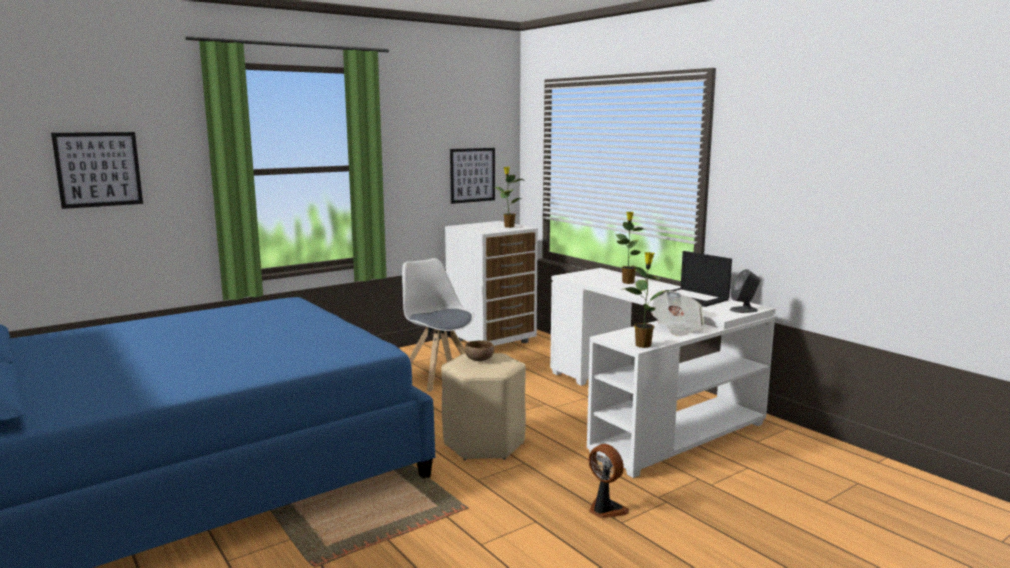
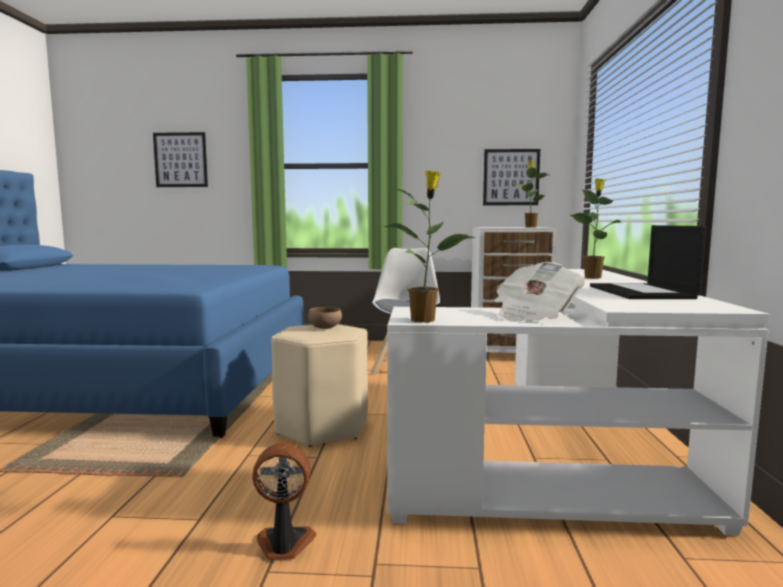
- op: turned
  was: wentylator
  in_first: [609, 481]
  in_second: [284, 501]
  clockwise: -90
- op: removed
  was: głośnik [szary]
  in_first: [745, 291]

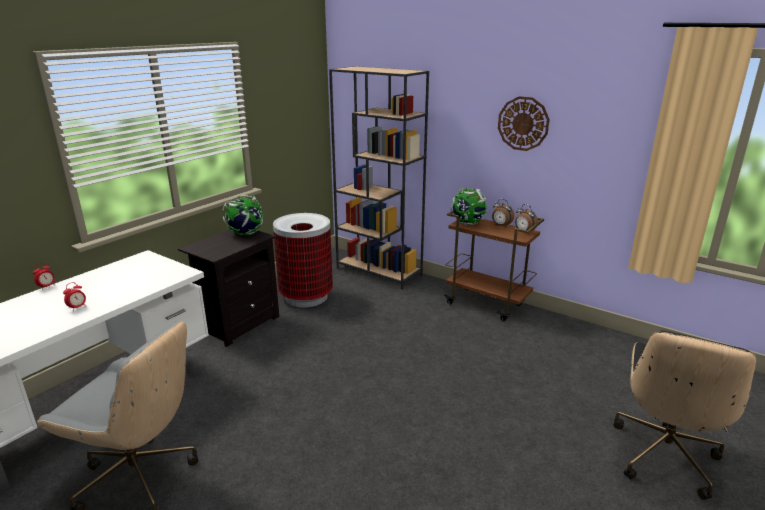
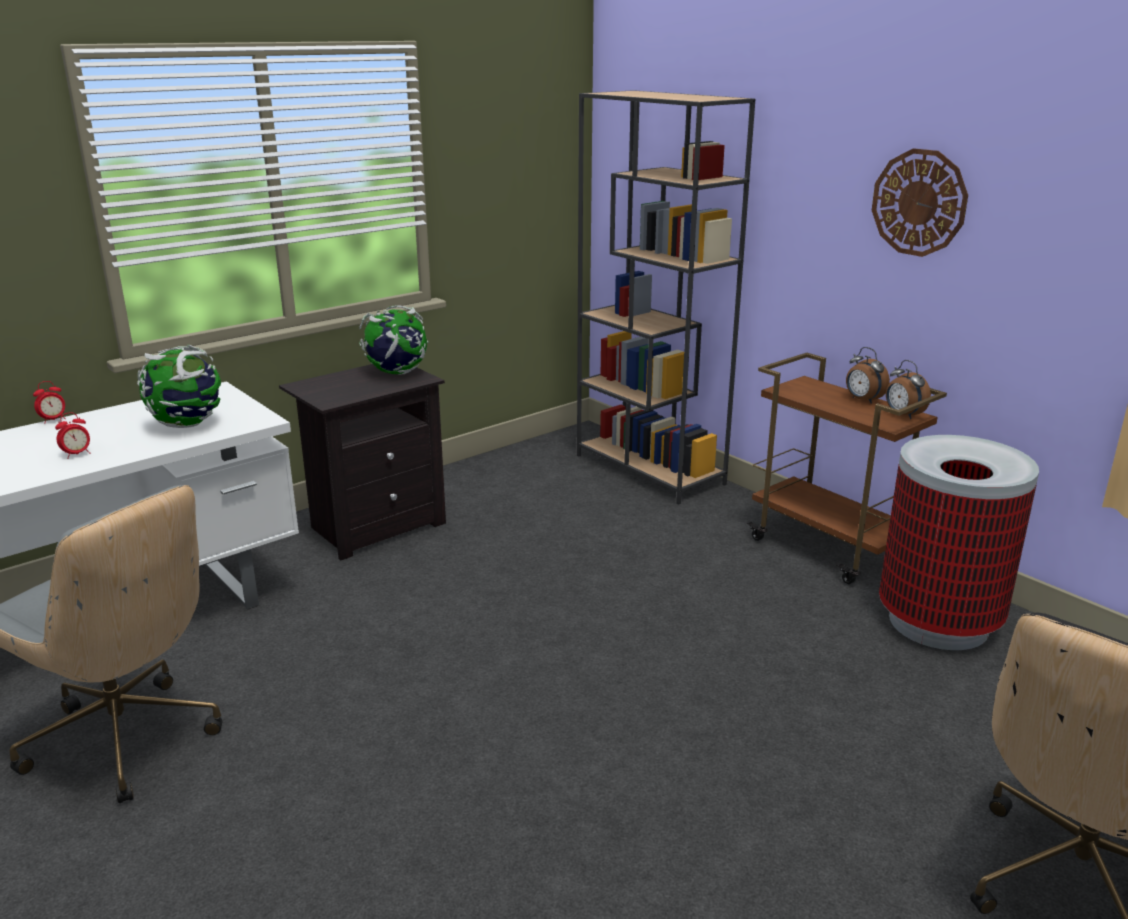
- op: moved
  was: kosz na śmieci
  in_first: [303, 260]
  in_second: [959, 542]
- op: moved
  was: globus
  in_first: [469, 206]
  in_second: [179, 386]

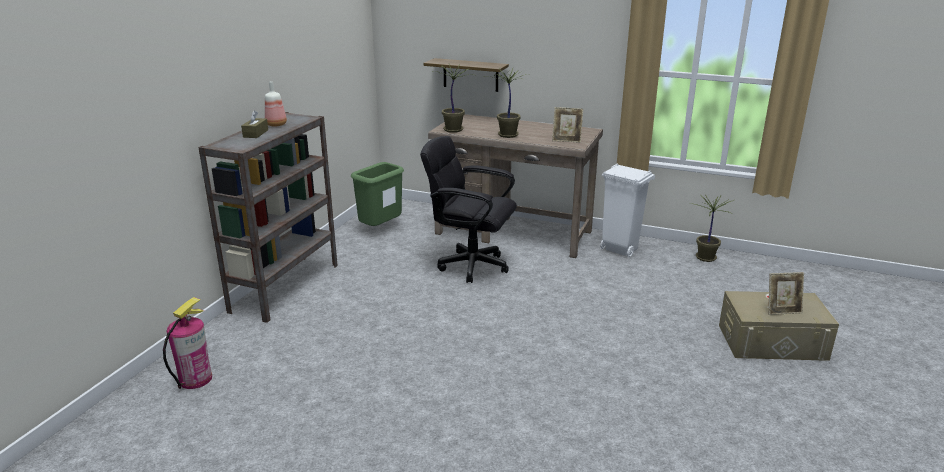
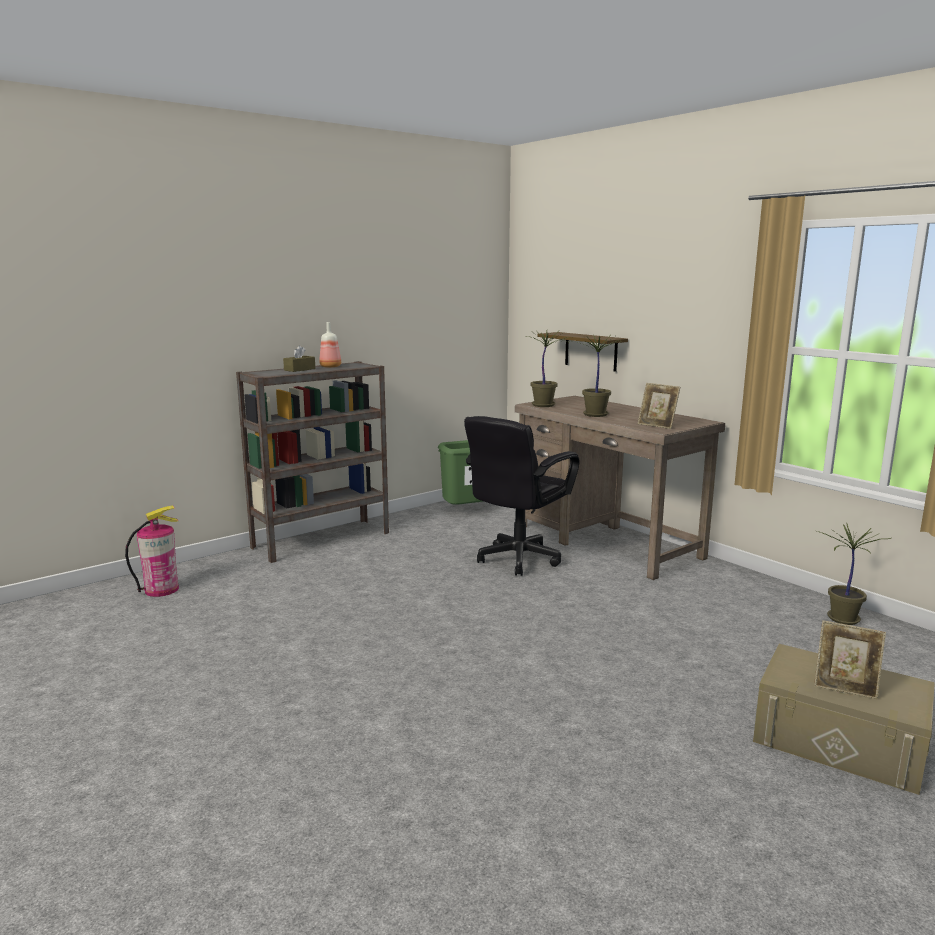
- op: turned
  was: krzesło biurowe [czarny]
  in_first: [468, 209]
  in_second: [521, 496]
  clockwise: -105
- op: removed
  was: kosz na śmieci [biały]
  in_first: [627, 210]

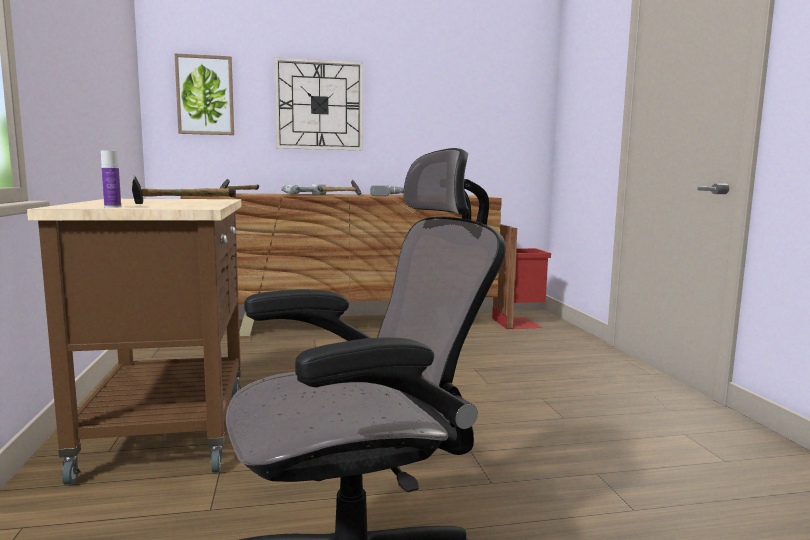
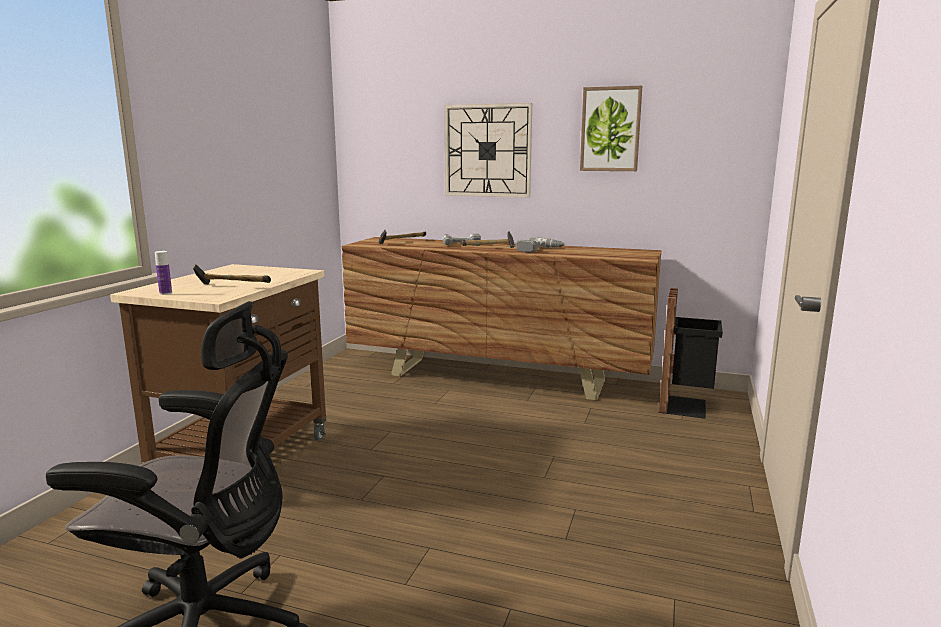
- op: moved
  was: obraz
  in_first: [204, 94]
  in_second: [611, 128]
- op: recoloured
  was: kosz na śmieci [czerwony]
  now: kosz na śmieci [czarny]
  in_first: [521, 276]
  in_second: [690, 353]

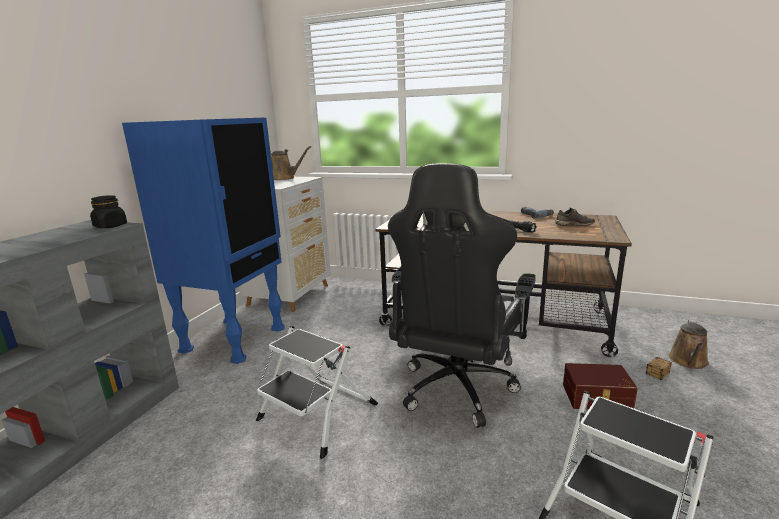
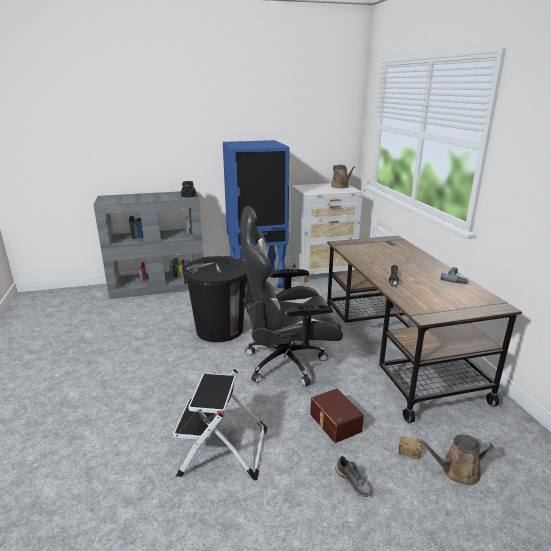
- op: replaced
  was: drabinka
  now: kosz na śmieci [czarny]
  in_first: [317, 392]
  in_second: [215, 299]
- op: moved
  was: but [szary]
  in_first: [575, 217]
  in_second: [353, 476]

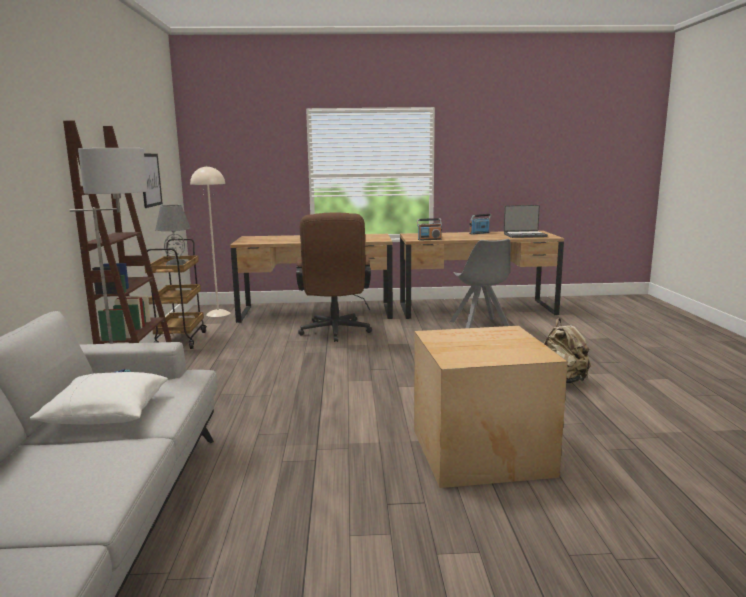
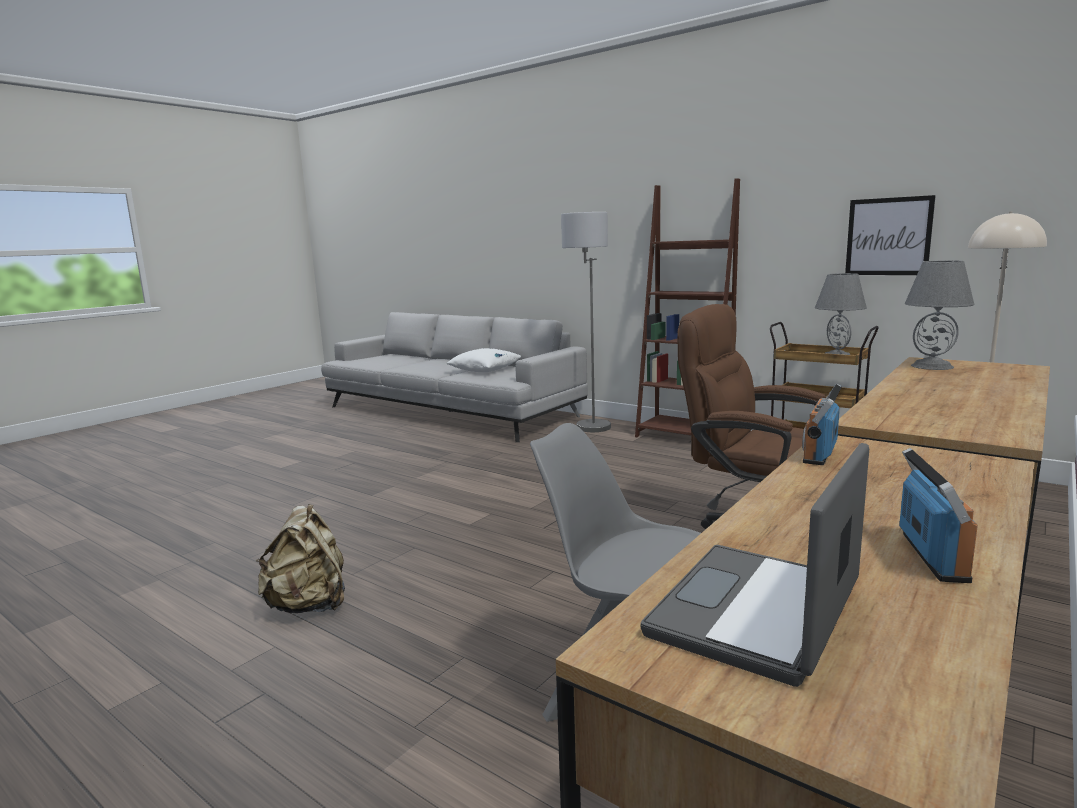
- op: removed
  was: karton
  in_first: [491, 407]
- op: added
  now: lampa stołowa [szary]
  in_second: [940, 315]

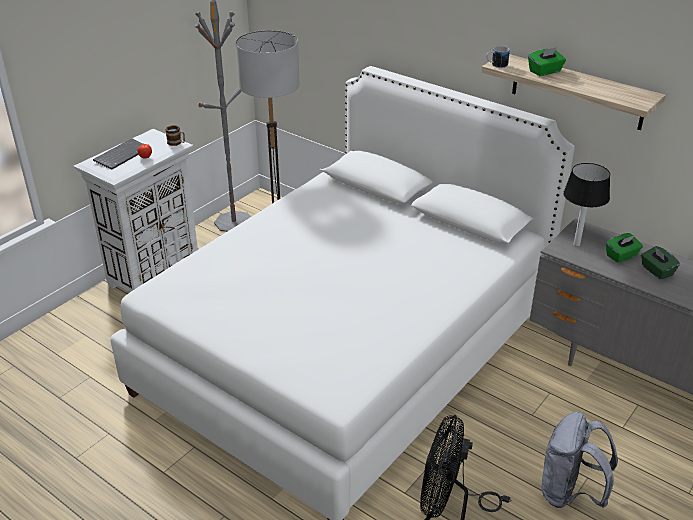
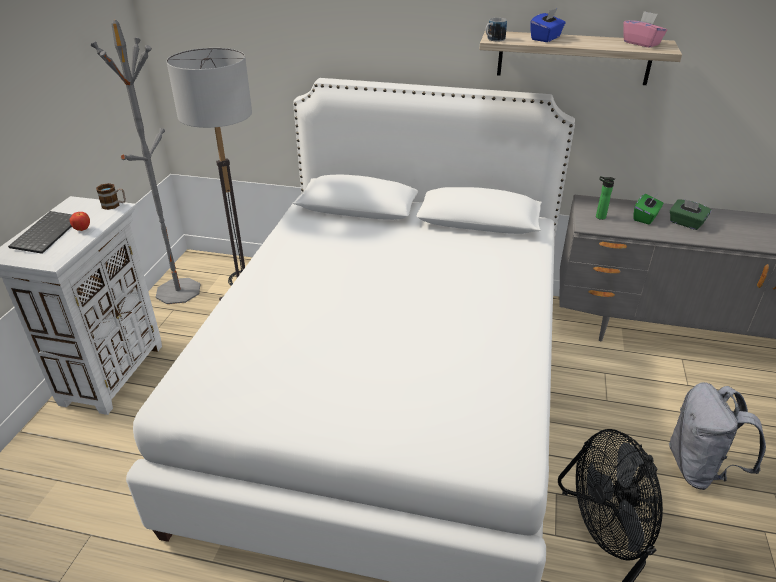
- op: recoloured
  was: pudełko chusteczek [zielony]
  now: pudełko chusteczek [niebieski]
  in_first: [547, 61]
  in_second: [548, 25]
- op: replaced
  was: lampa stołowa
  now: butelka
  in_first: [586, 205]
  in_second: [605, 198]
- op: added
  now: pudełko chusteczek [różowy]
  in_second: [645, 29]

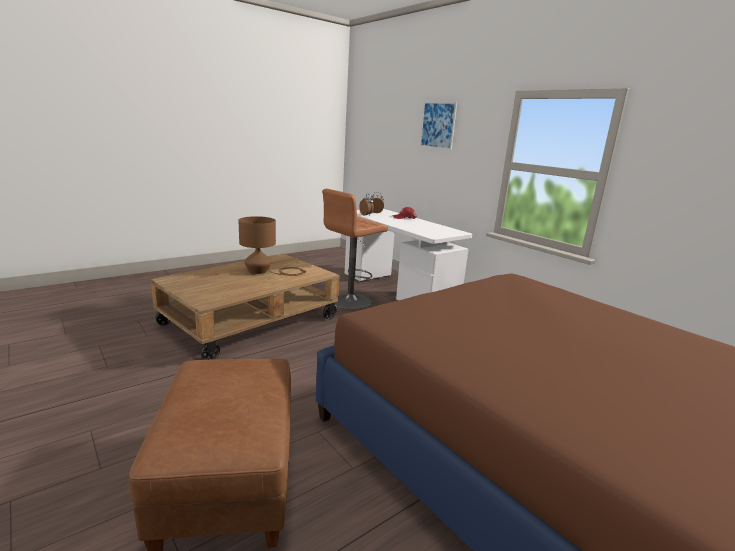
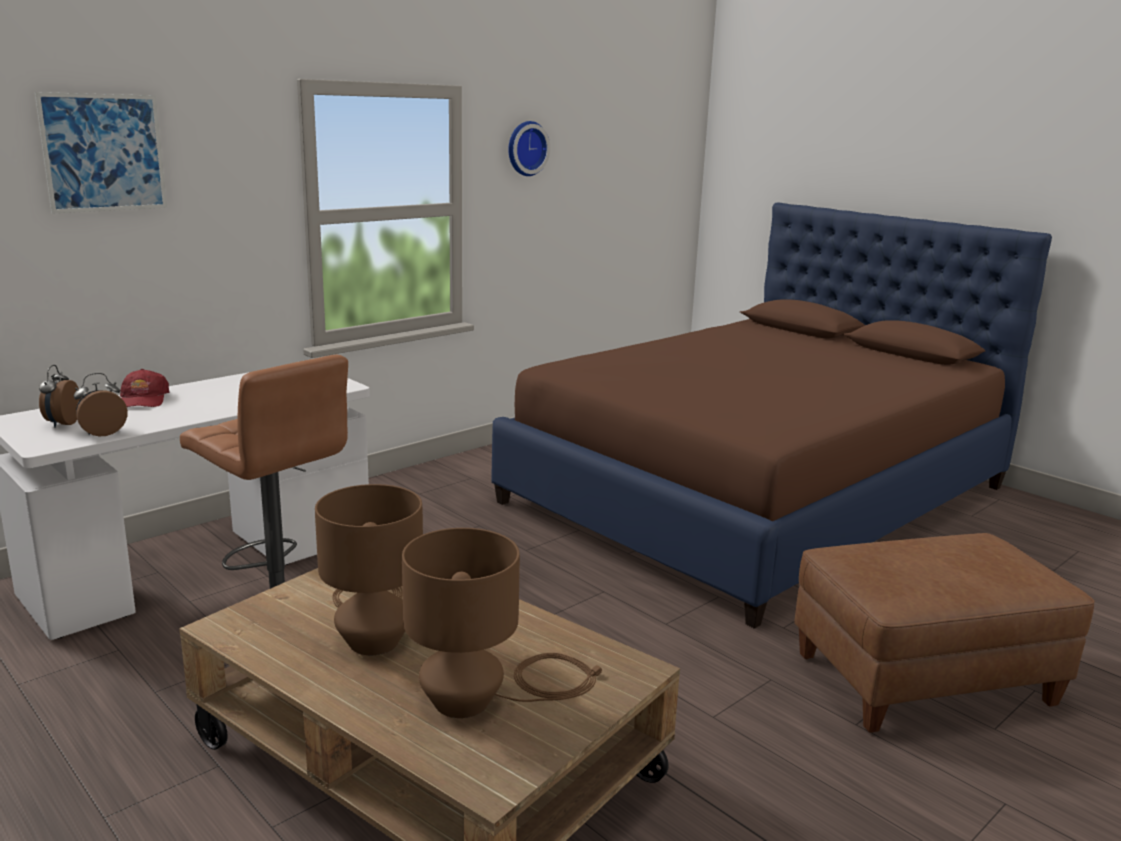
- op: added
  now: lampa stołowa [brązowy]
  in_second: [502, 623]
- op: added
  now: zegar ścienny
  in_second: [529, 148]

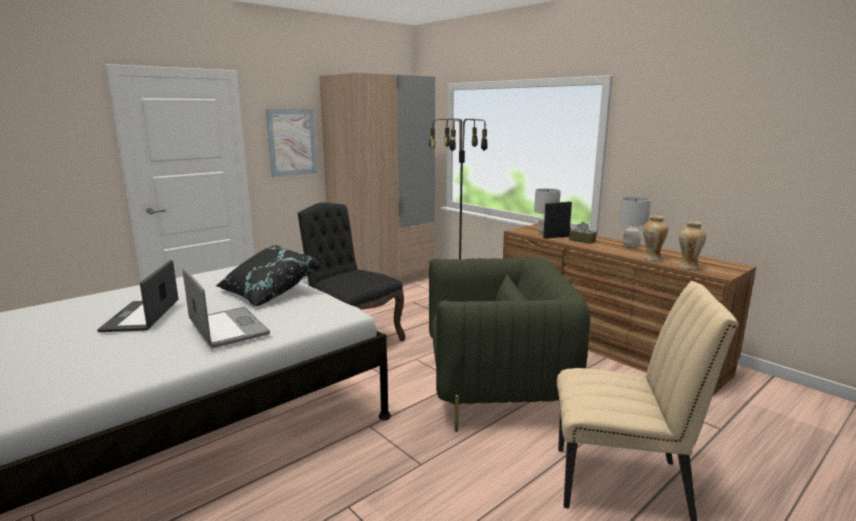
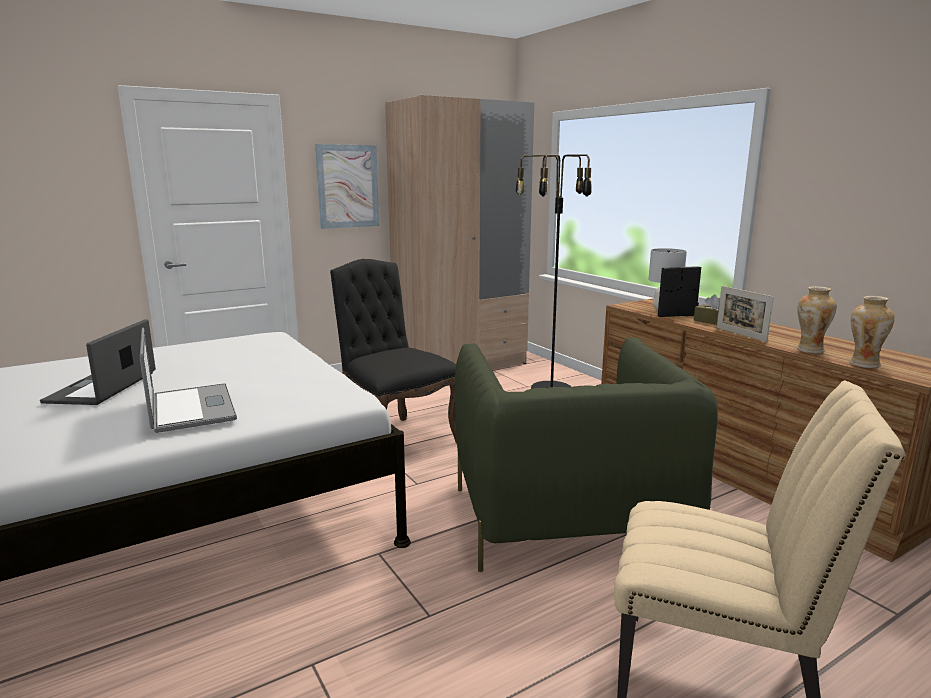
- op: removed
  was: poduszka [czarny]
  in_first: [268, 276]
- op: turned
  was: fotel [zielony]
  in_first: [509, 345]
  in_second: [586, 455]
  clockwise: 75
- op: removed
  was: lampa stołowa [szary]
  in_first: [635, 222]
- op: added
  now: ramka na zdjęcie
  in_second: [745, 314]

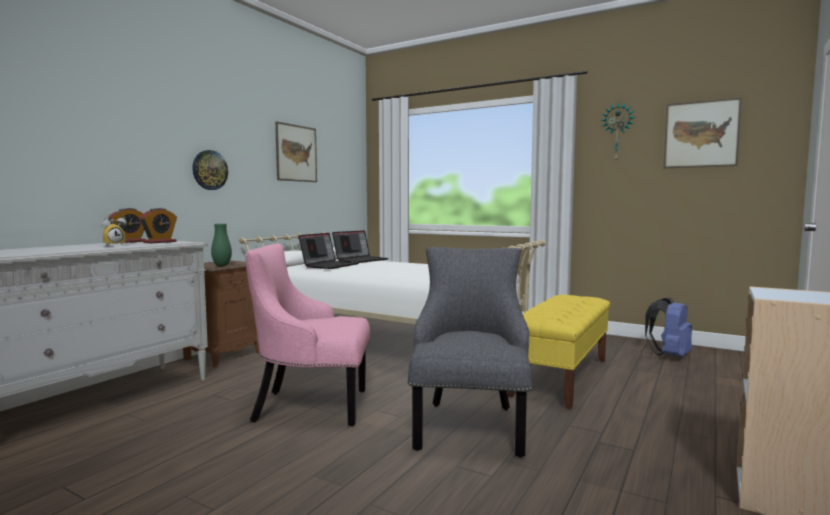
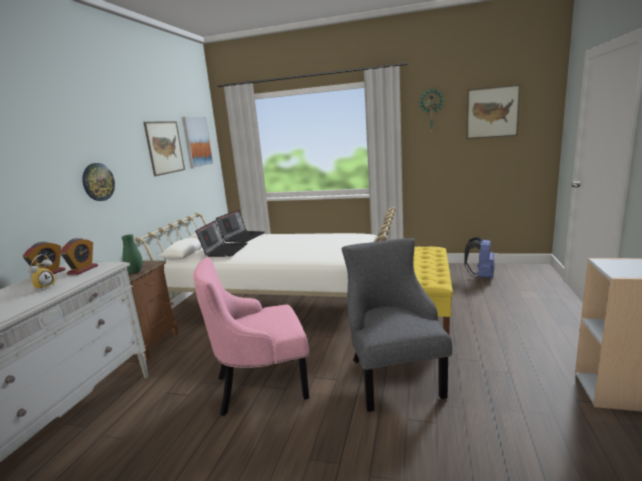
- op: added
  now: obraz
  in_second: [198, 143]

